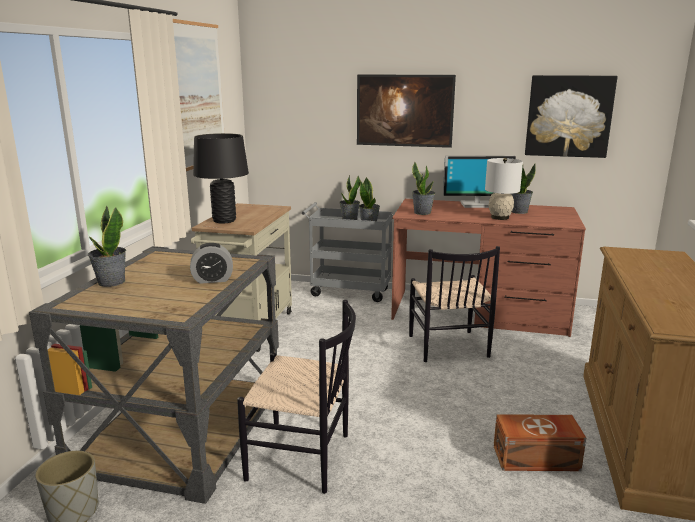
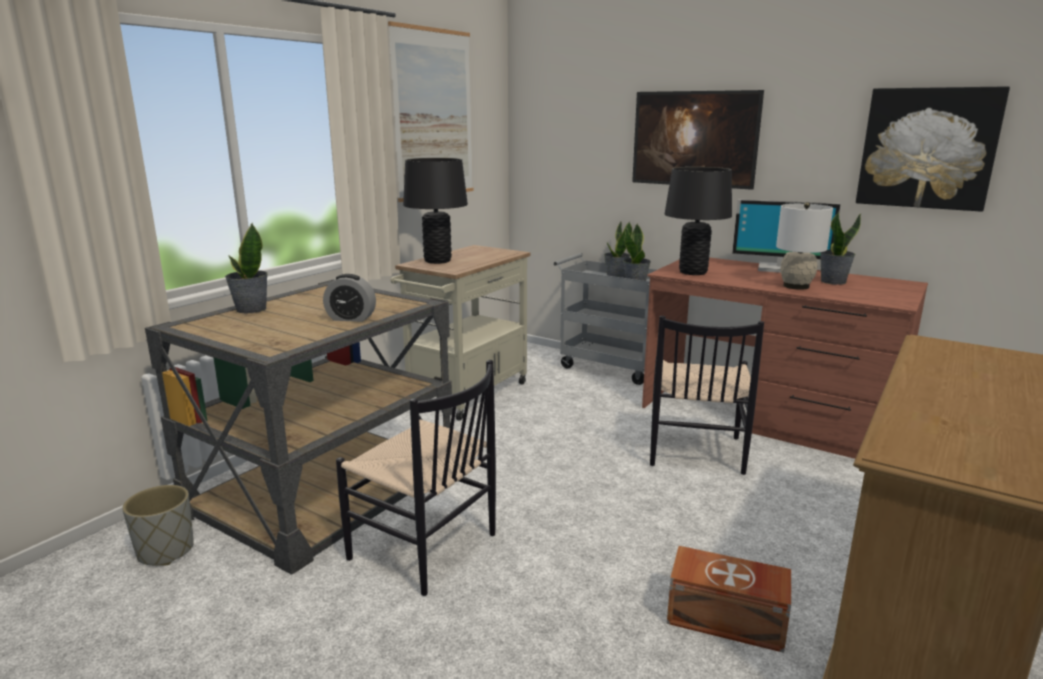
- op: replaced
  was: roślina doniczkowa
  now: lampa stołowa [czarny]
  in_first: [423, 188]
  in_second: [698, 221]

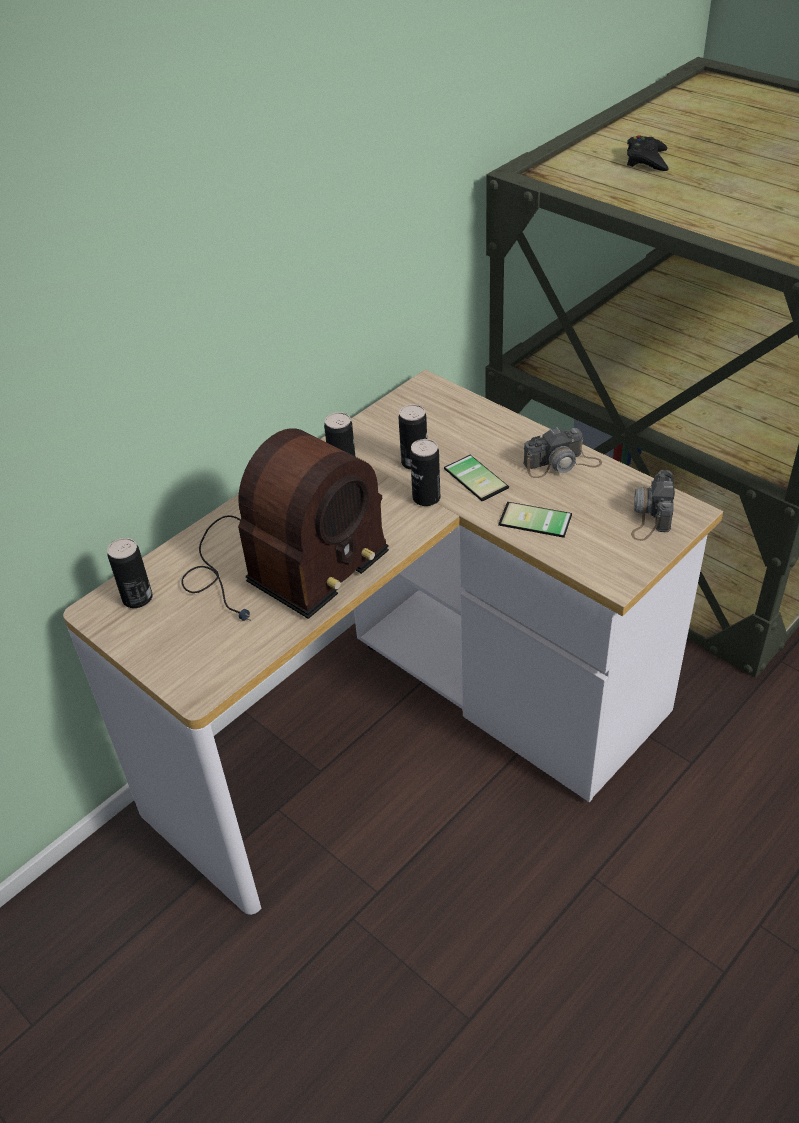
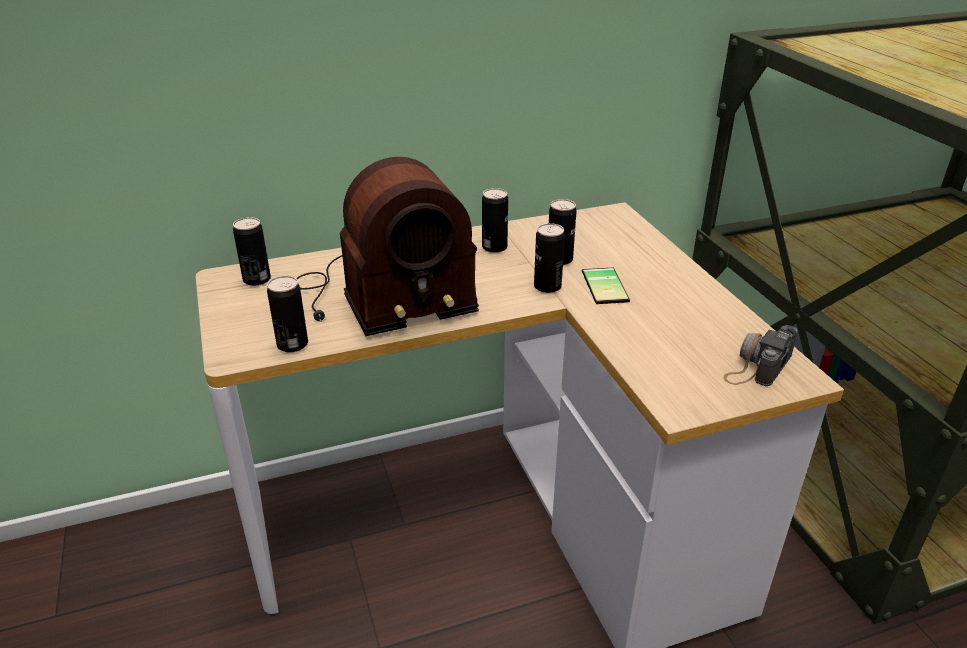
- op: removed
  was: telefon
  in_first: [535, 520]
- op: removed
  was: aparat fotograficzny
  in_first: [562, 452]
- op: removed
  was: pad do gier [czarny]
  in_first: [647, 153]
- op: added
  now: puszka
  in_second: [287, 314]

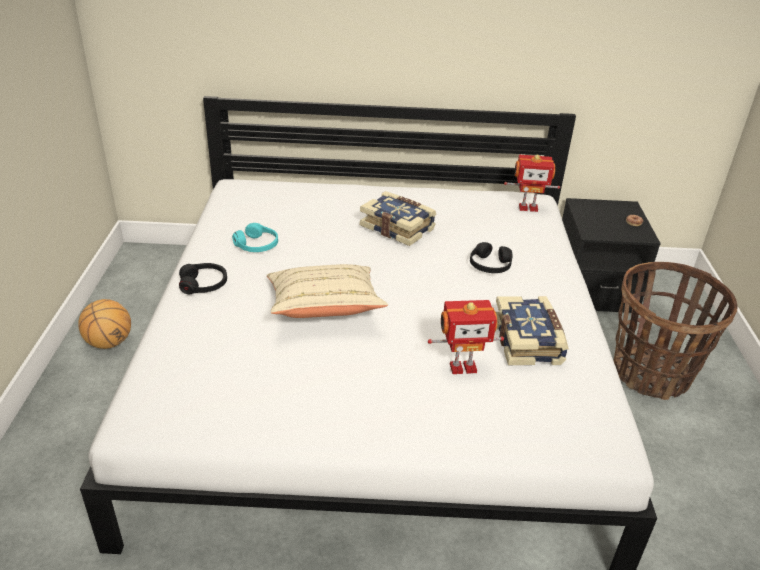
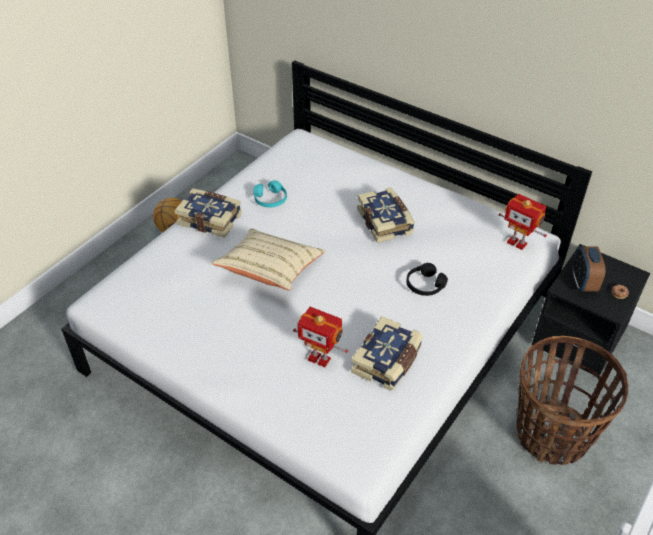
- op: replaced
  was: słuchawki [czarny]
  now: książka
  in_first: [203, 278]
  in_second: [208, 213]
- op: added
  now: budzik
  in_second: [589, 269]

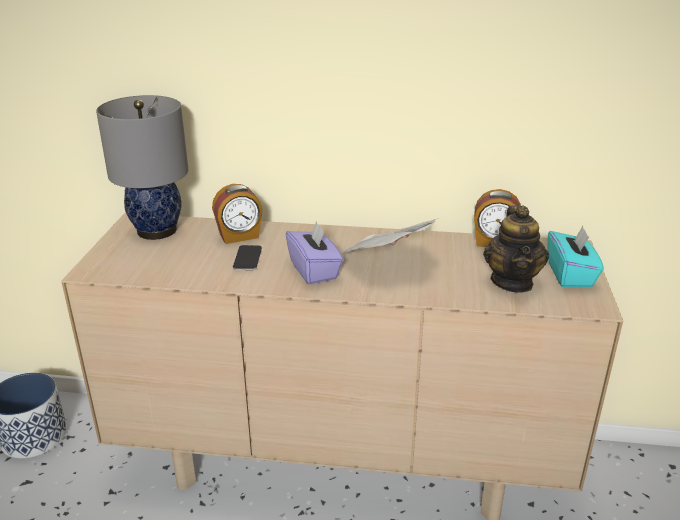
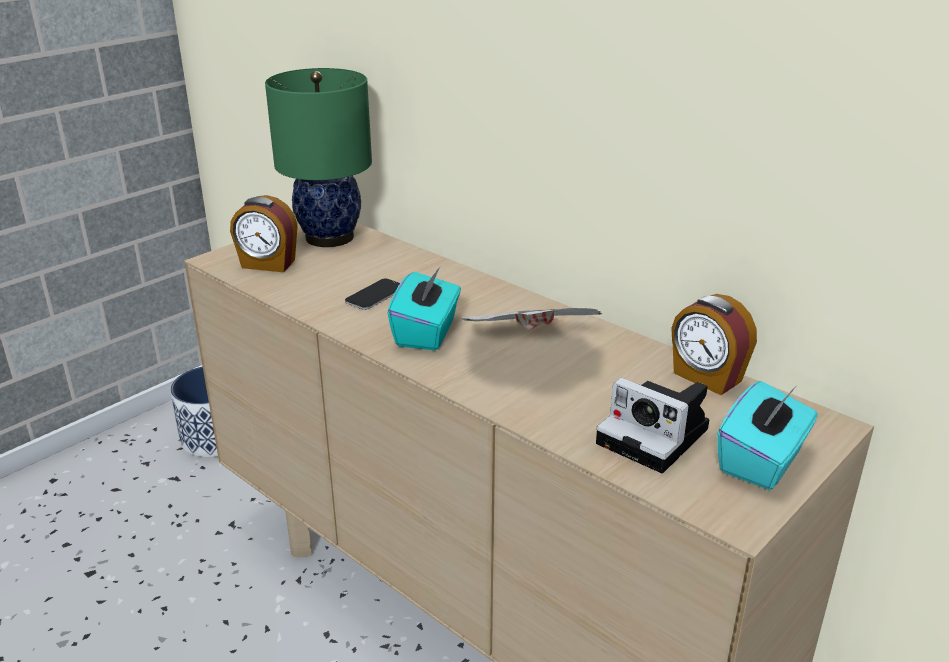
- op: recoloured
  was: lampa stołowa [szary]
  now: lampa stołowa [zielony]
  in_first: [142, 167]
  in_second: [318, 157]
- op: moved
  was: budzik
  in_first: [237, 214]
  in_second: [264, 233]
- op: recoloured
  was: pudełko chusteczek [fioletowy]
  now: pudełko chusteczek [turkusowy]
  in_first: [315, 253]
  in_second: [424, 308]
- op: replaced
  was: imbryk
  now: aparat fotograficzny
  in_first: [516, 249]
  in_second: [652, 425]

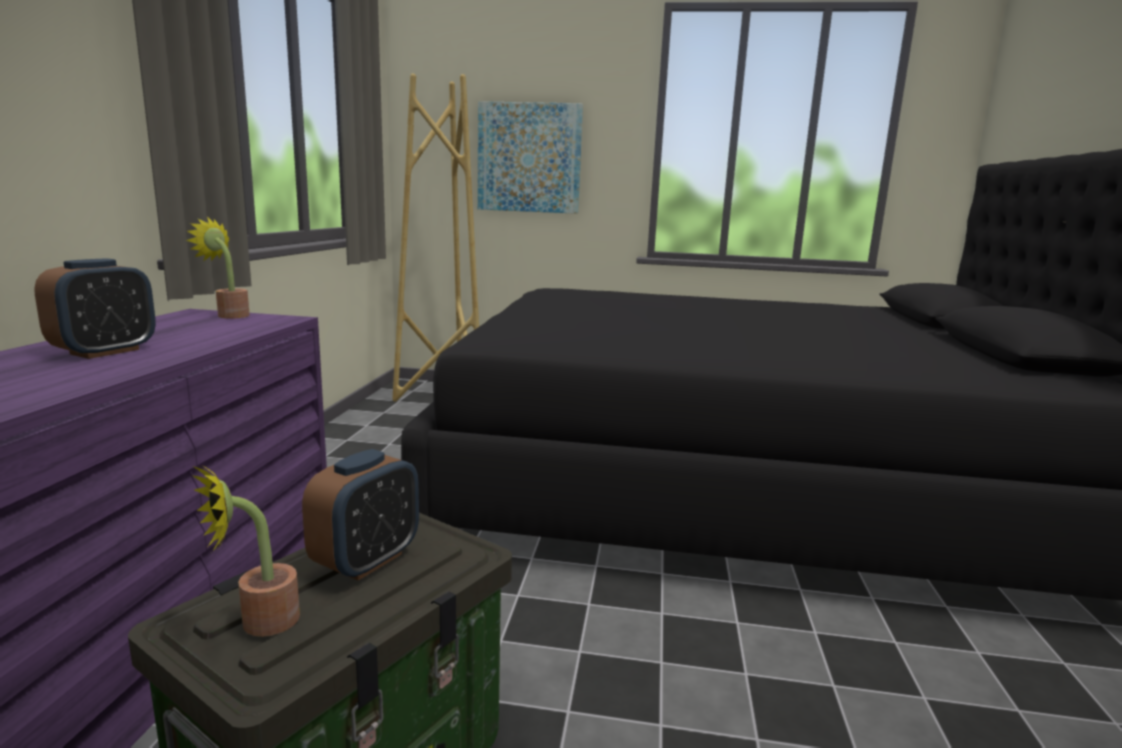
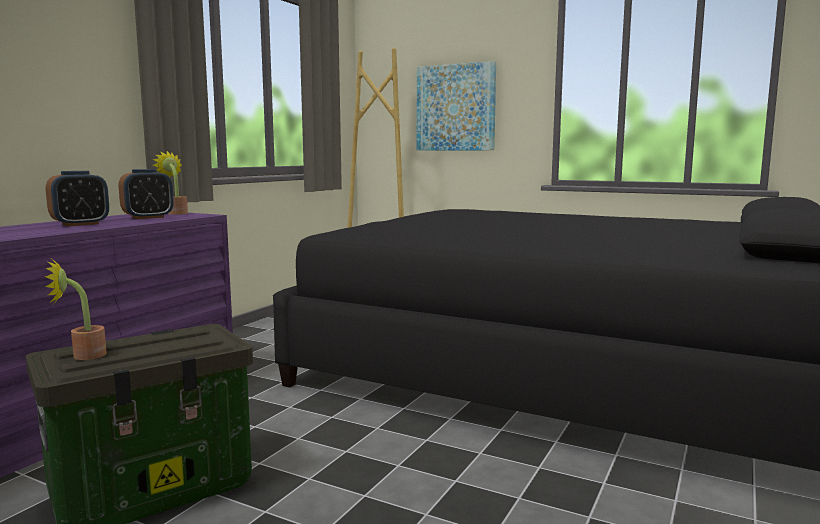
- op: moved
  was: budzik
  in_first: [360, 515]
  in_second: [146, 194]

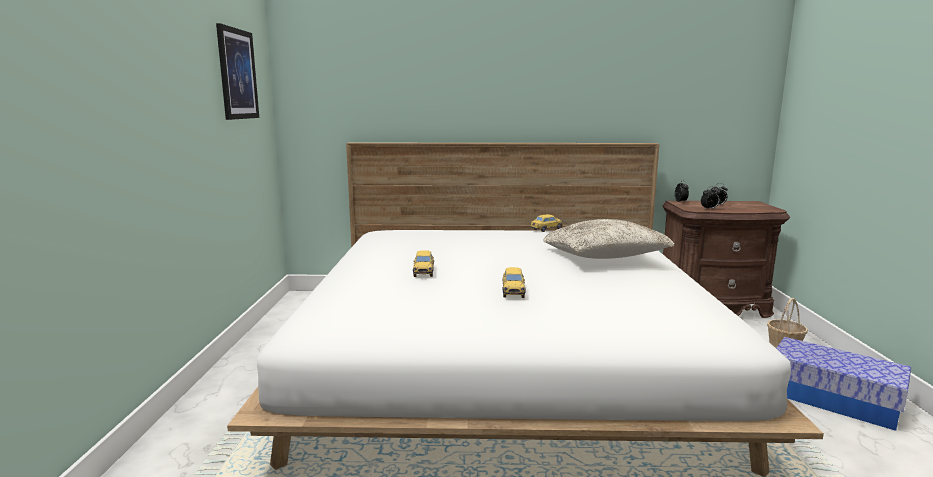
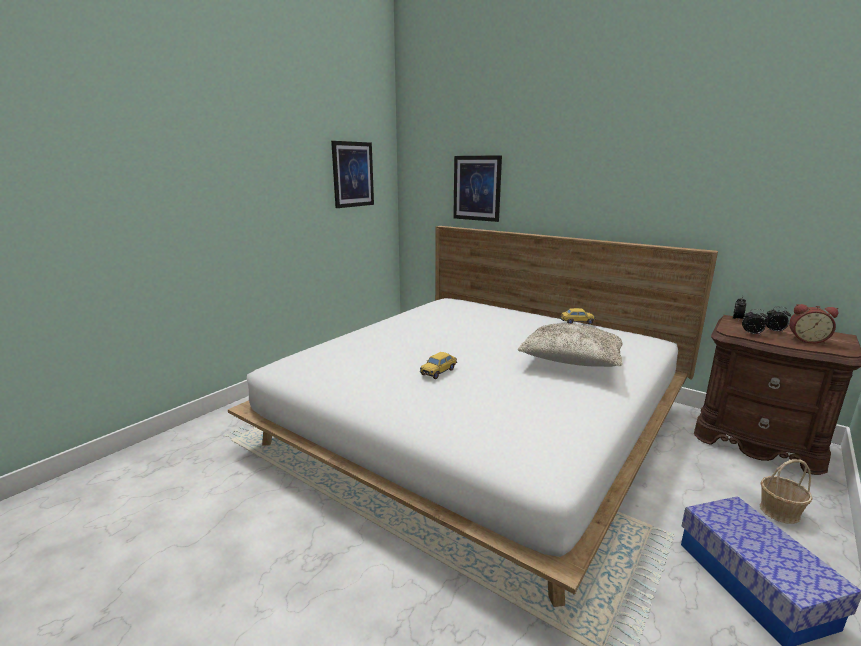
- op: removed
  was: samochodzik
  in_first: [423, 263]
- op: added
  now: obraz
  in_second: [477, 188]
- op: added
  now: budzik
  in_second: [813, 324]

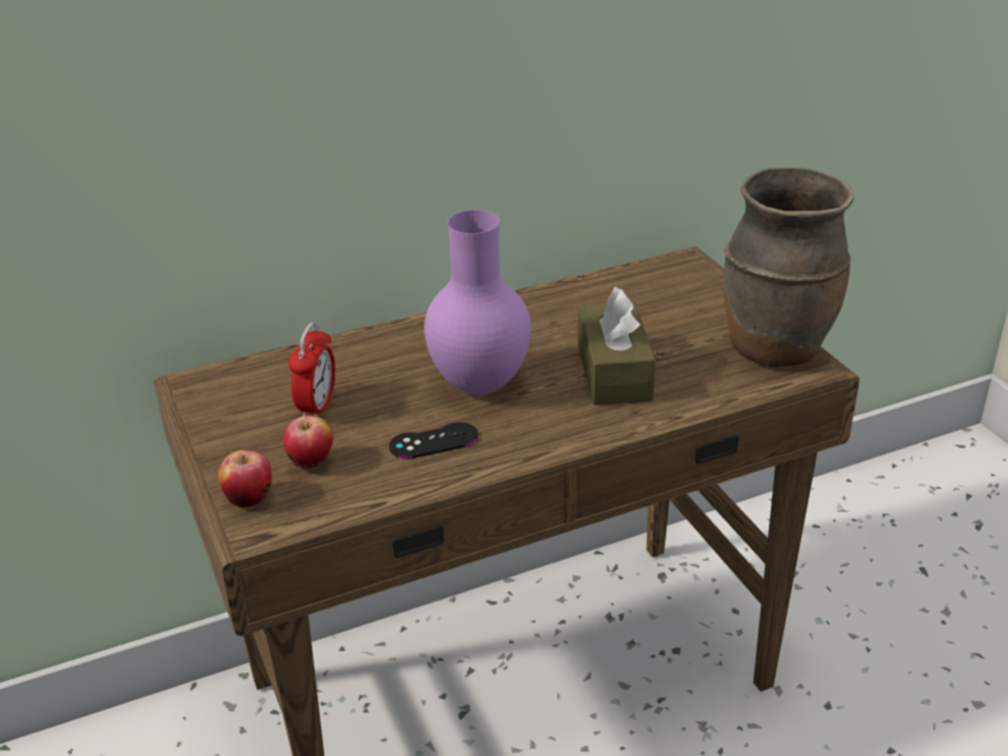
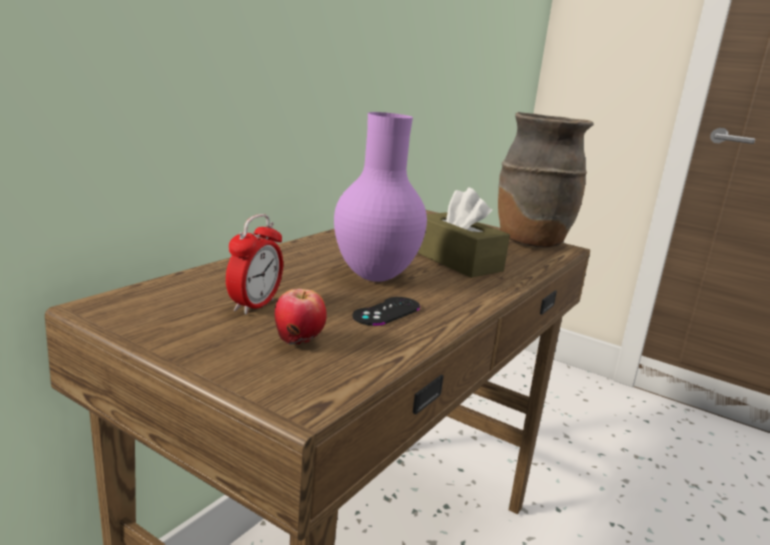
- op: removed
  was: jabłko
  in_first: [245, 478]
- op: turned
  was: budzik
  in_first: [312, 369]
  in_second: [254, 264]
  clockwise: 45

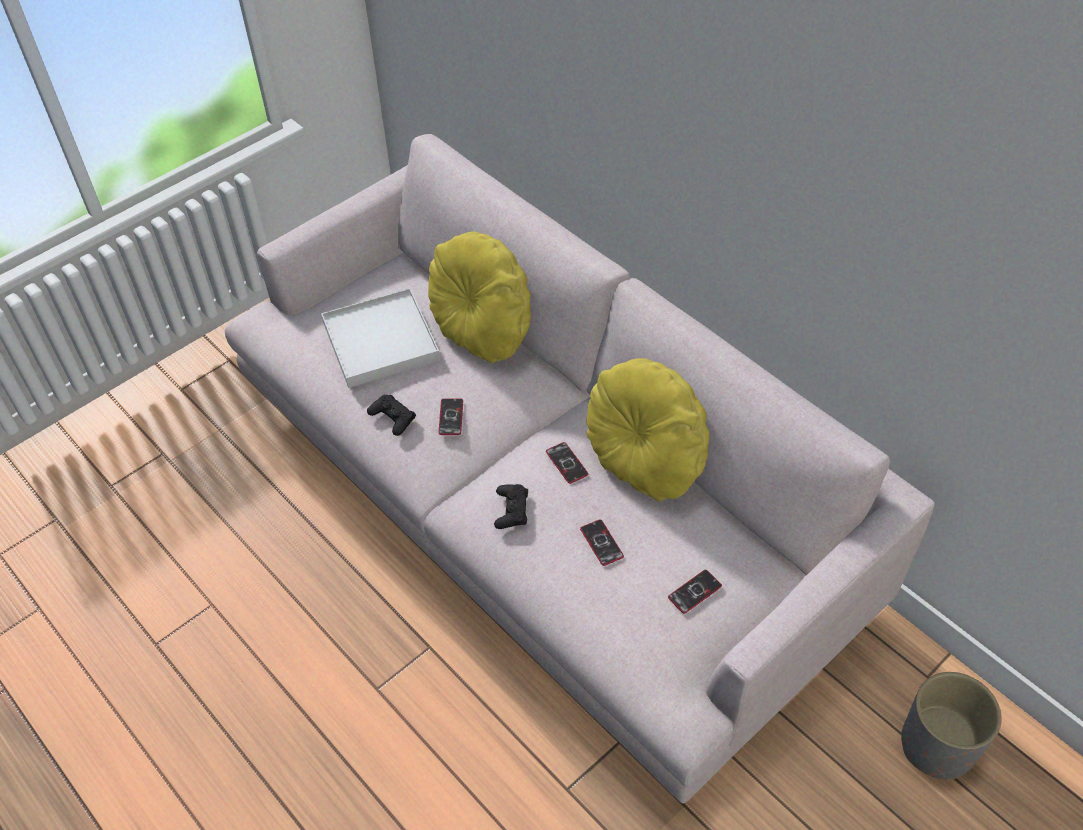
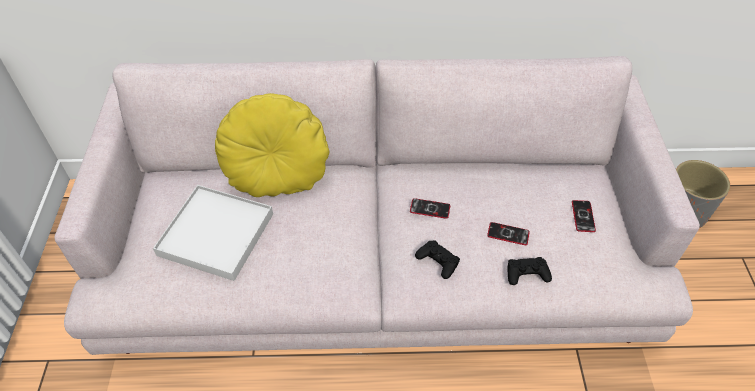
- op: moved
  was: pad do gier [czarny]
  in_first: [391, 415]
  in_second: [530, 271]
- op: removed
  was: telefon
  in_first: [450, 416]
- op: removed
  was: poduszka [żółty]
  in_first: [648, 429]

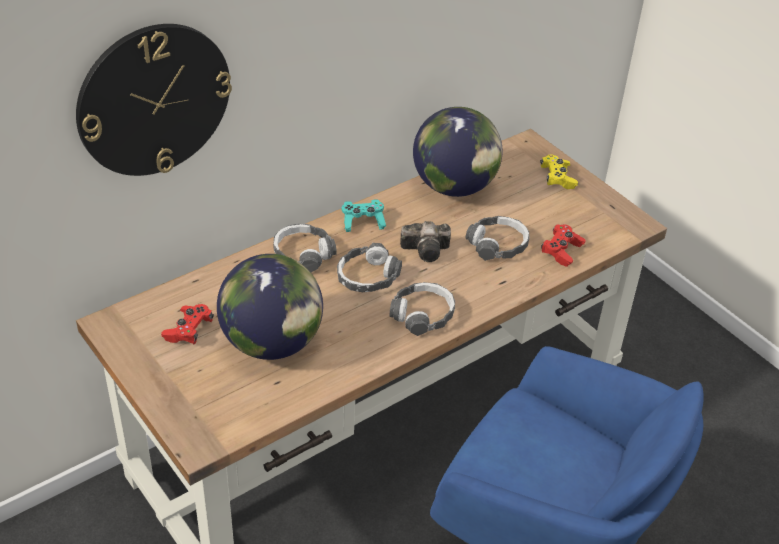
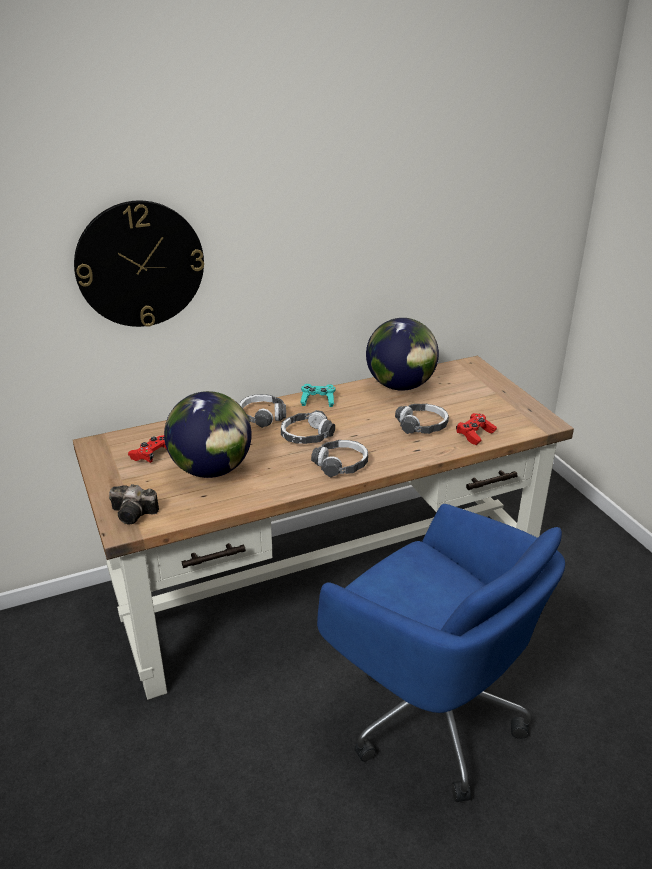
- op: moved
  was: aparat fotograficzny
  in_first: [425, 241]
  in_second: [134, 504]
- op: removed
  was: pad do gier [żółty]
  in_first: [559, 172]

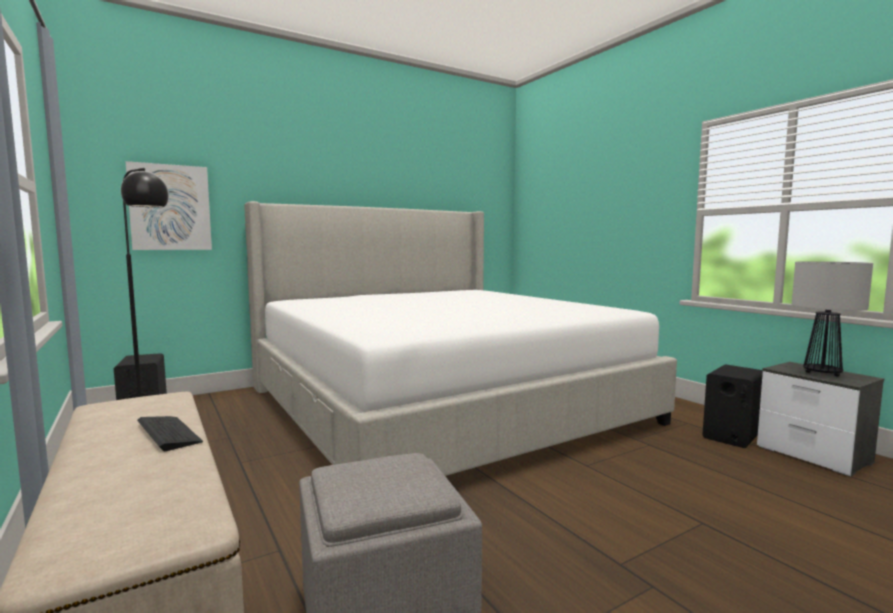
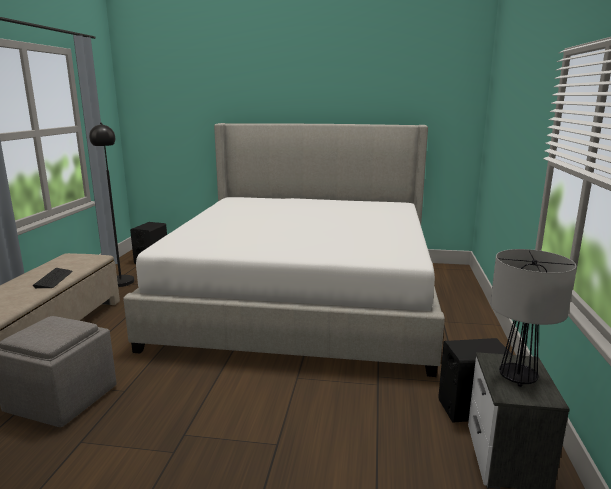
- op: removed
  was: obraz
  in_first: [168, 205]

